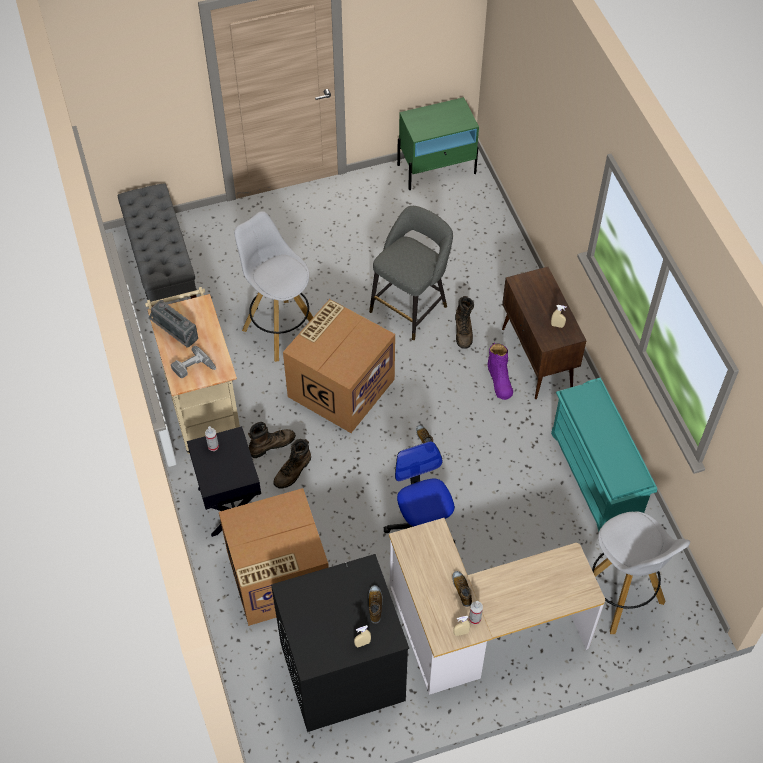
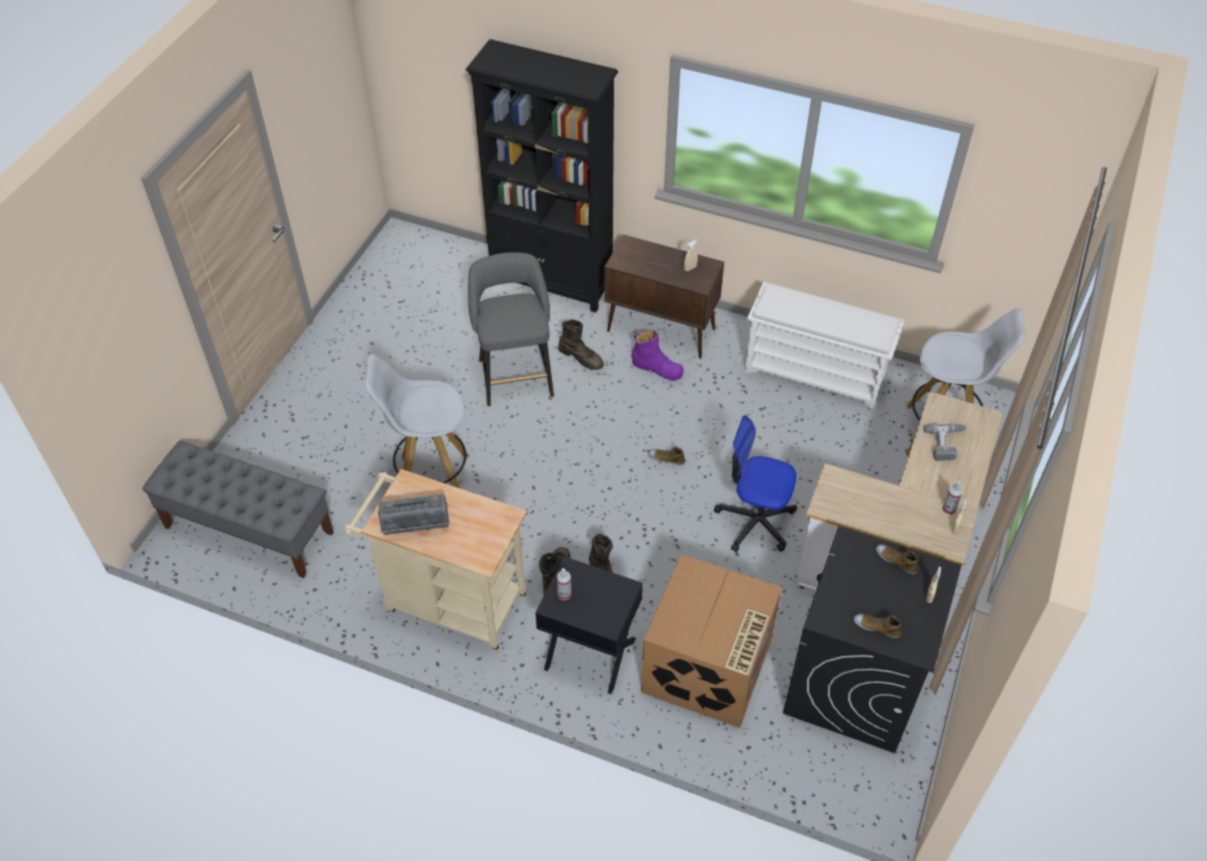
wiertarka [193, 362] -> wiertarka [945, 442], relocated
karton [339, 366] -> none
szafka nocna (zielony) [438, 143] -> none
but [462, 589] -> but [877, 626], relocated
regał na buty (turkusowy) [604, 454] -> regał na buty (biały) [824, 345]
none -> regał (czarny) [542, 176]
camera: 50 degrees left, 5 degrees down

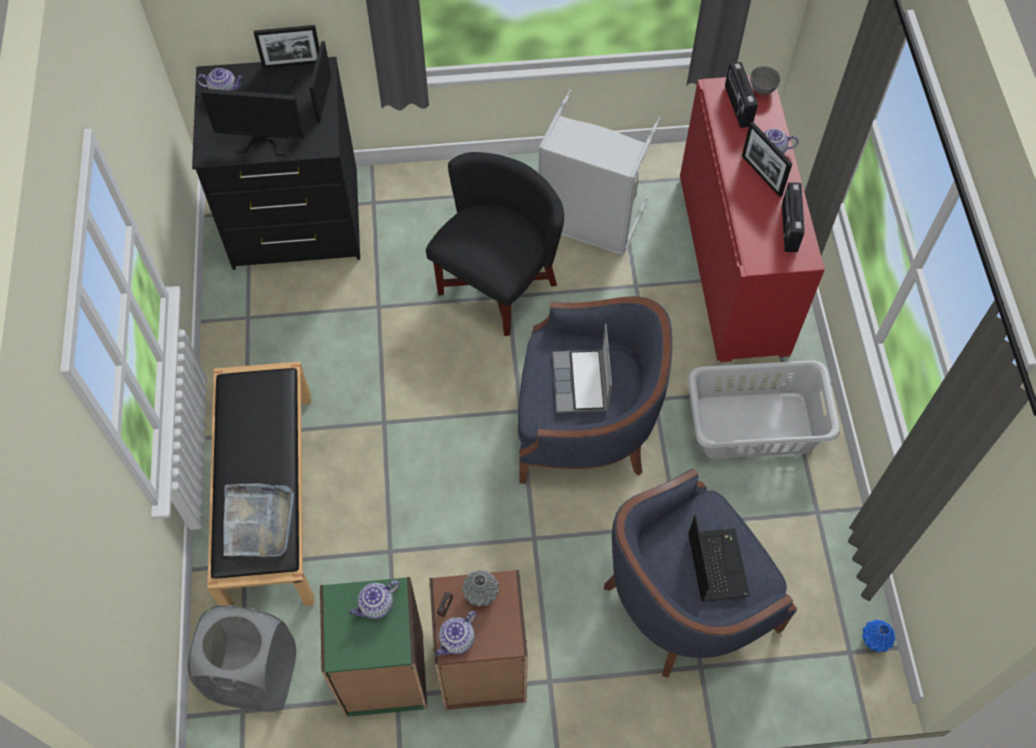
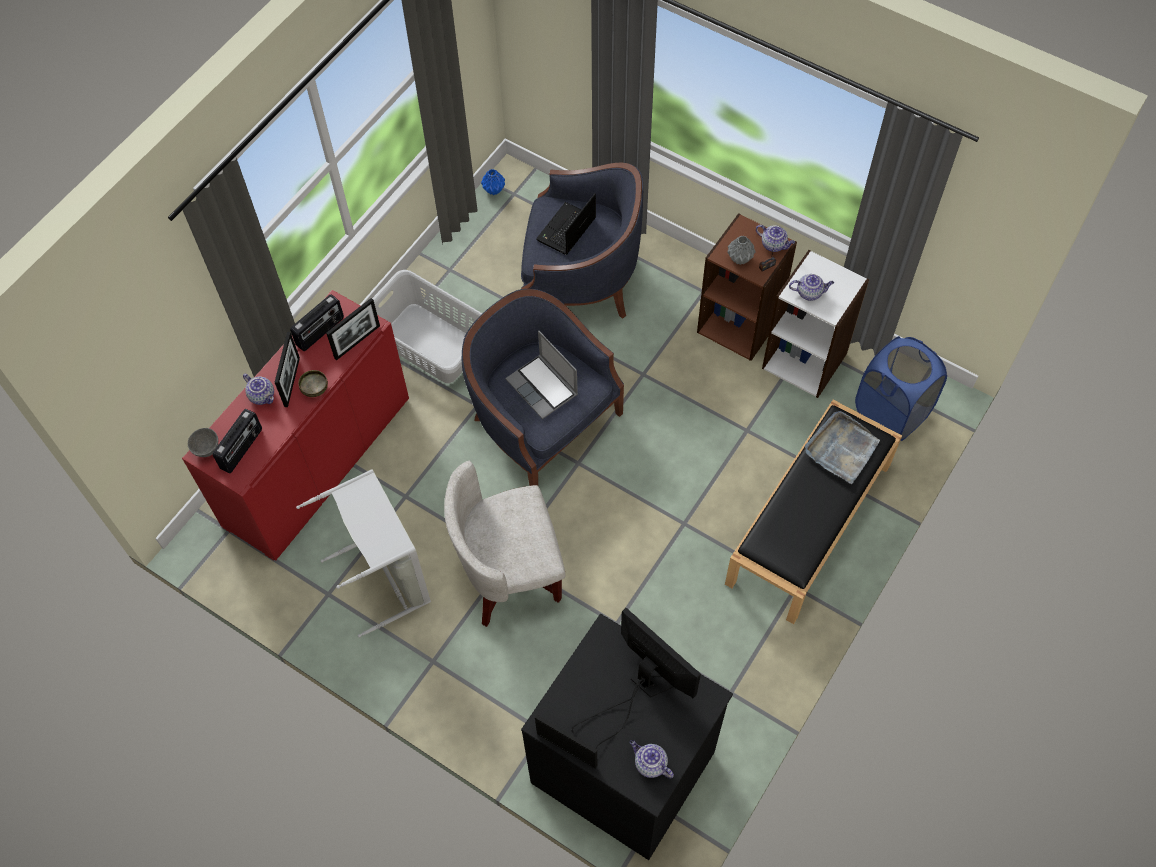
kosz na pranie (szary) [242, 658] -> kosz na pranie (niebieski) [901, 388]
ramka na zdjęcie [320, 81] -> ramka na zdjęcie [353, 329], relocated
regał (zielony) [373, 647] -> regał (biały) [815, 324]
fotel (czarny) [495, 244] -> fotel (biały) [505, 544]
imbryk [456, 633] -> imbryk [775, 238], 45 degrees clockwise
laptop [582, 368] -> laptop [542, 374], 105 degrees clockwise
none -> miska [313, 383]
camera: 140 degrees left, 0 degrees up

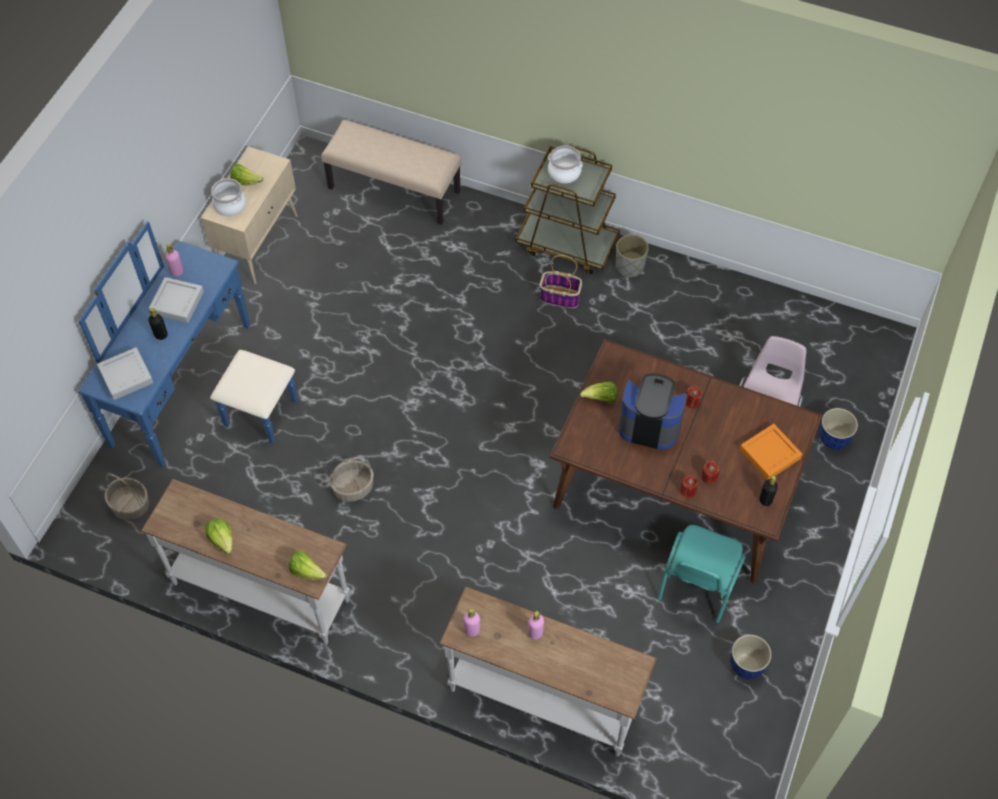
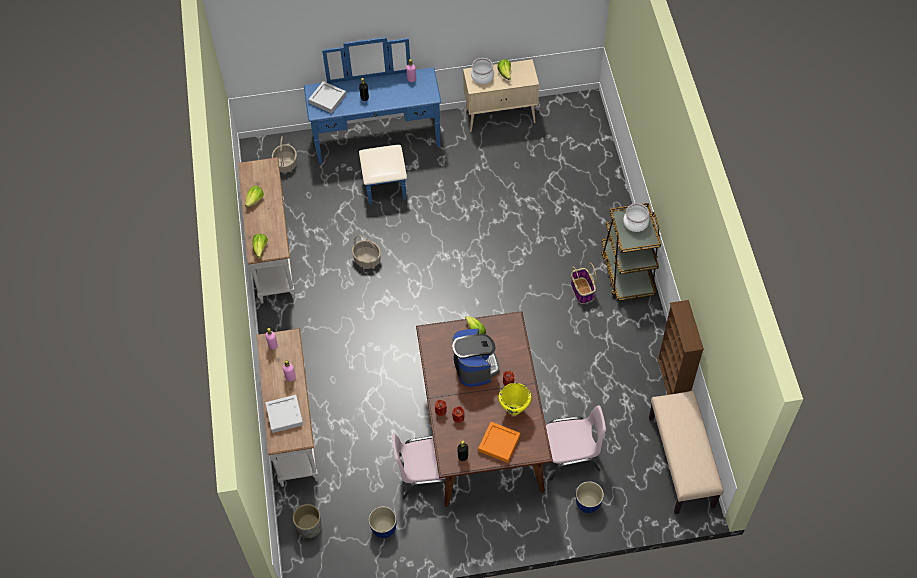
taca (szary) [176, 300] -> taca (szary) [284, 414], relocated
ławka (beżowy) [391, 172] -> ławka (beżowy) [686, 452], relocated
donica (szary) [632, 255] -> donica (szary) [307, 521], relocated
krzesło (turkusowy) [702, 574] -> krzesło (różowy) [423, 466]
none -> garnek (żółty) [515, 399]
none -> regał (brązowy) [680, 347]
camera: 60 degrees right, 0 degrees up

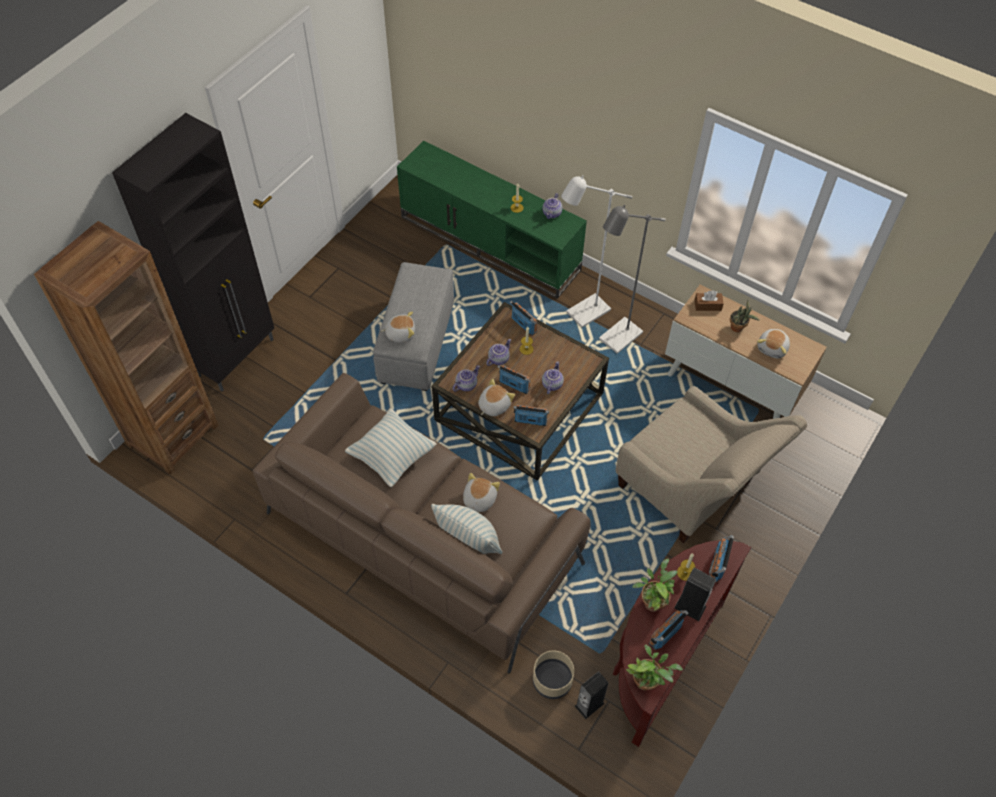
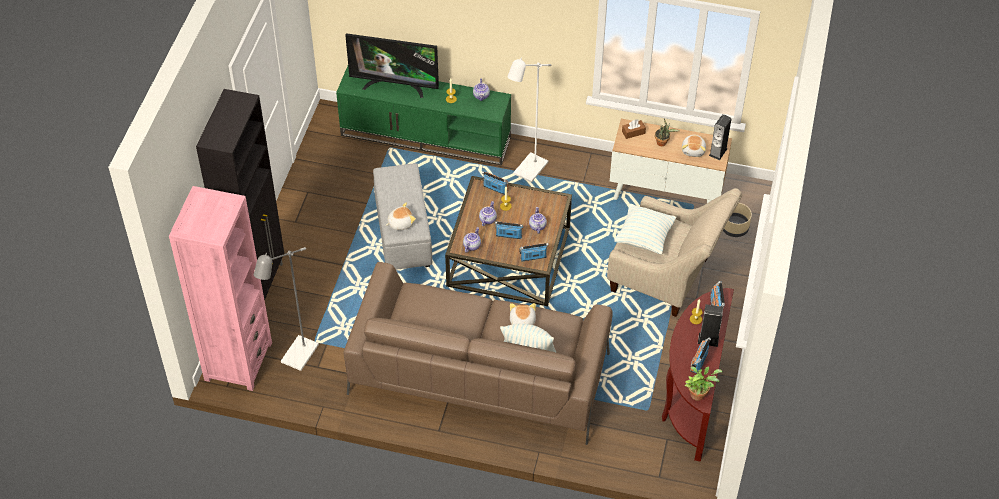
regał (brązowy) [126, 348] -> regał (różowy) [220, 288]
poduszka [391, 448] -> poduszka [645, 229], relocated
pluszak [496, 397] -> none
donica (beżowy) [553, 675] -> donica (beżowy) [737, 220], relocated
głośnik [592, 695] -> głośnik [720, 137], relocated
lampa stojąca (szary) [632, 279] -> lampa stojąca (szary) [286, 309], relocated
roślina doniczkowa [655, 585] -> none
none -> telewizor [392, 65]
camera: 20 degrees left, 5 degrees down

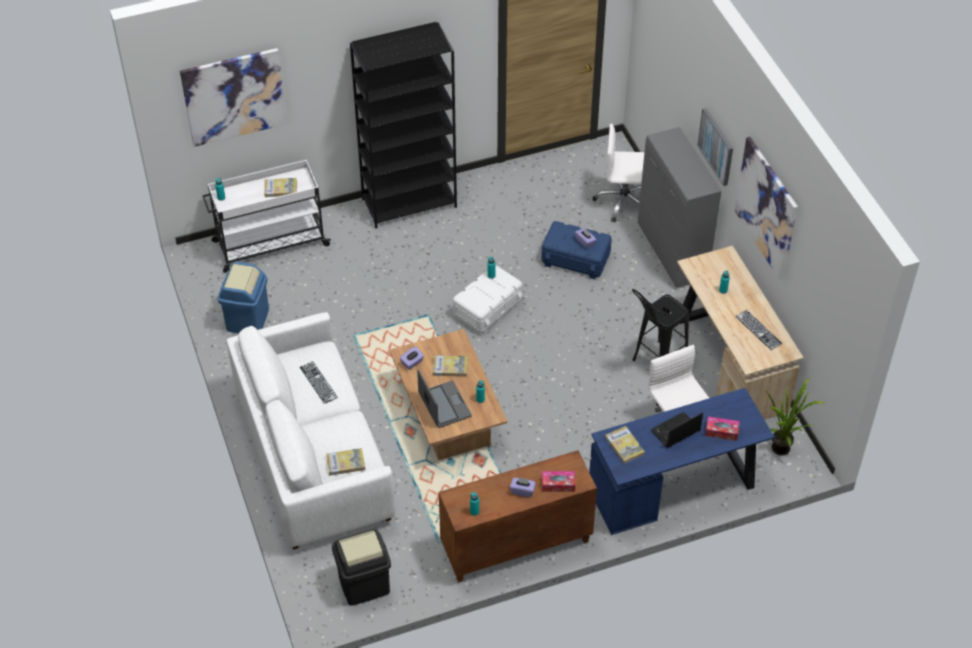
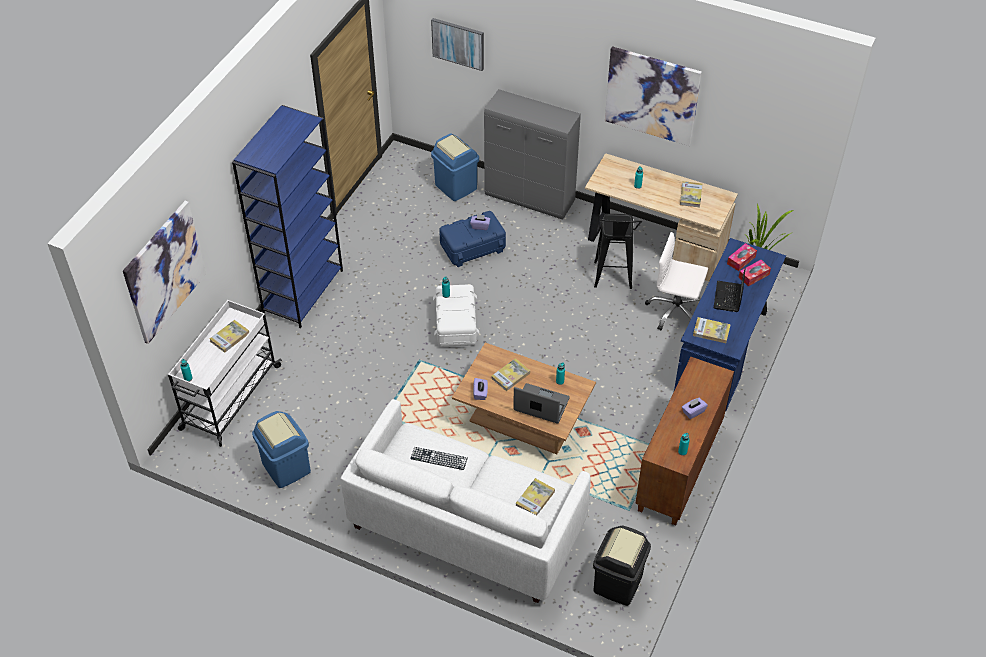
regał (czarny) [403, 125] -> regał (niebieski) [287, 216]
pudełko chusteczek [558, 481] -> pudełko chusteczek [742, 257], relocated
krzesło biurowe (biały) [619, 172] -> kosz na śmieci (niebieski) [455, 167]
obraz [715, 147] -> obraz [457, 44], relocated
klawiatura [758, 330] -> książka [691, 194]
camera: 45 degrees left, 0 degrees up

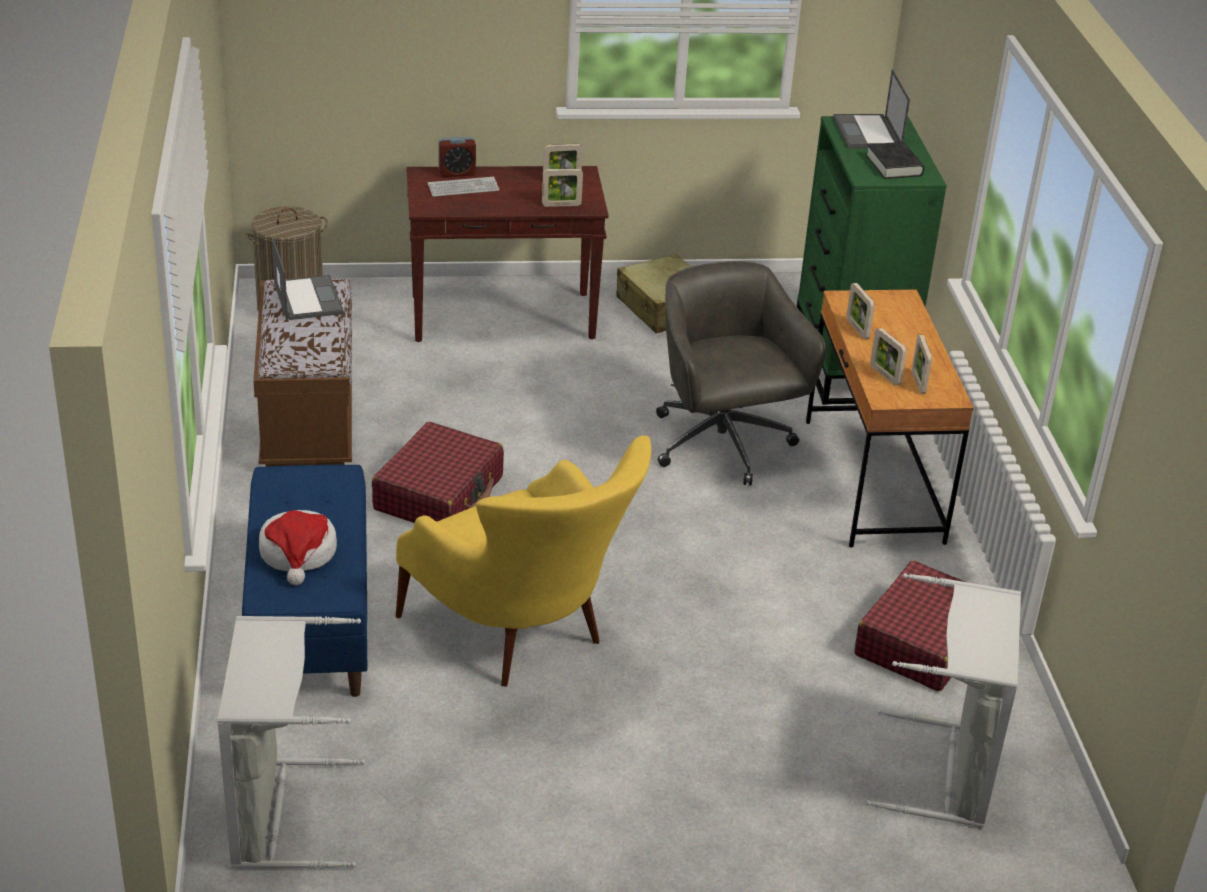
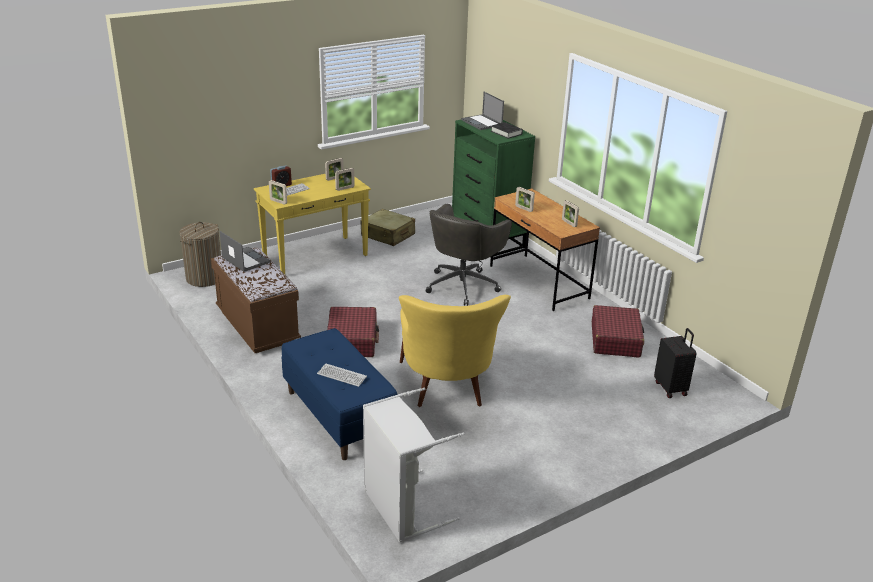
kapelusz [298, 547] -> klawiatura [342, 375]
fotel (żółty) [523, 561] -> fotel (żółty) [455, 351], 60 degrees clockwise
stolik konsolowy (brązowy) [508, 254] -> stolik konsolowy (żółty) [312, 224]
krzesło biurowe (szary) [741, 373] -> krzesło biurowe (szary) [469, 255], 105 degrees counterclockwise
kosz na pranie (szary) [943, 700] -> walizka (czarny) [675, 363]
ramka na zdjęcie [888, 357] -> ramka na zdjęcie [278, 192], relocated
camera: 25 degrees left, 5 degrees down

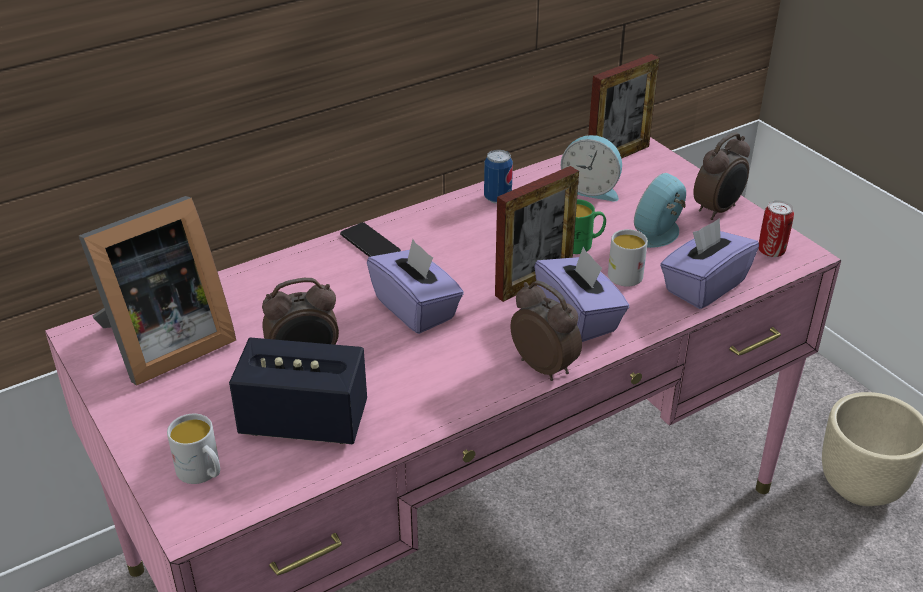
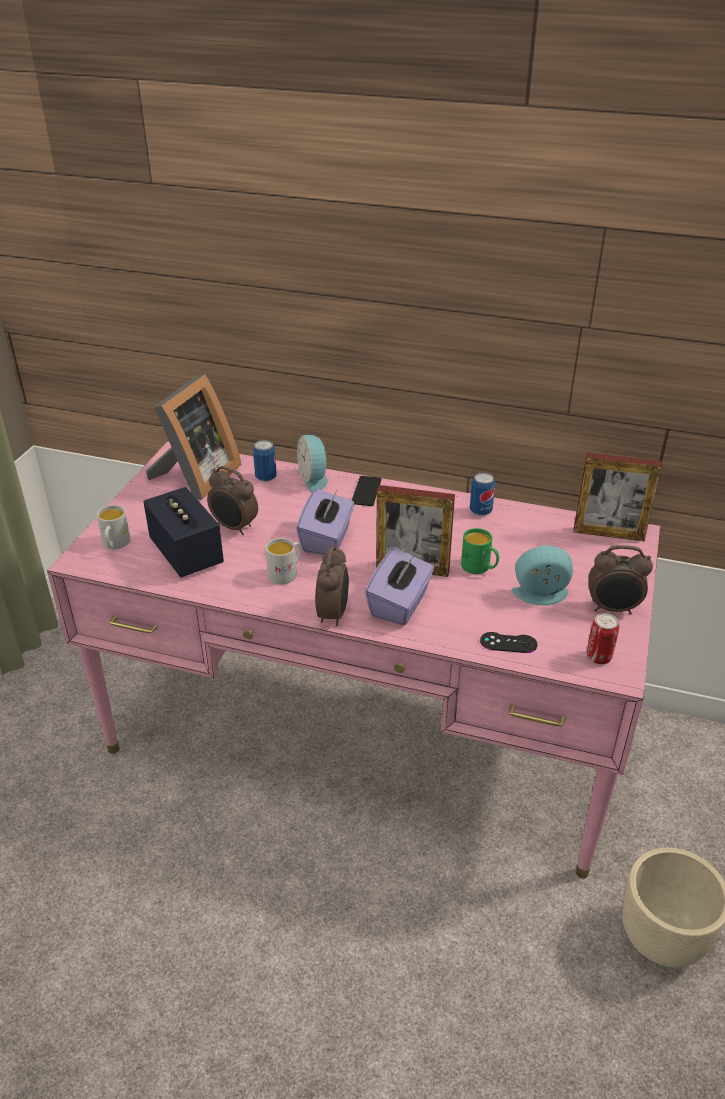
ramka na zdjęcie [157, 291] -> ramka na zdjęcie [193, 437], 75 degrees counterclockwise
budzik [591, 168] -> budzik [313, 464], relocated
kubek (biały) [628, 258] -> kubek (biały) [283, 561], relocated
pudełko chusteczek (fioletowy) [709, 263] -> pad do gier (czarny) [509, 642]
none -> puszka [265, 461]
camera: 50 degrees right, 0 degrees up

